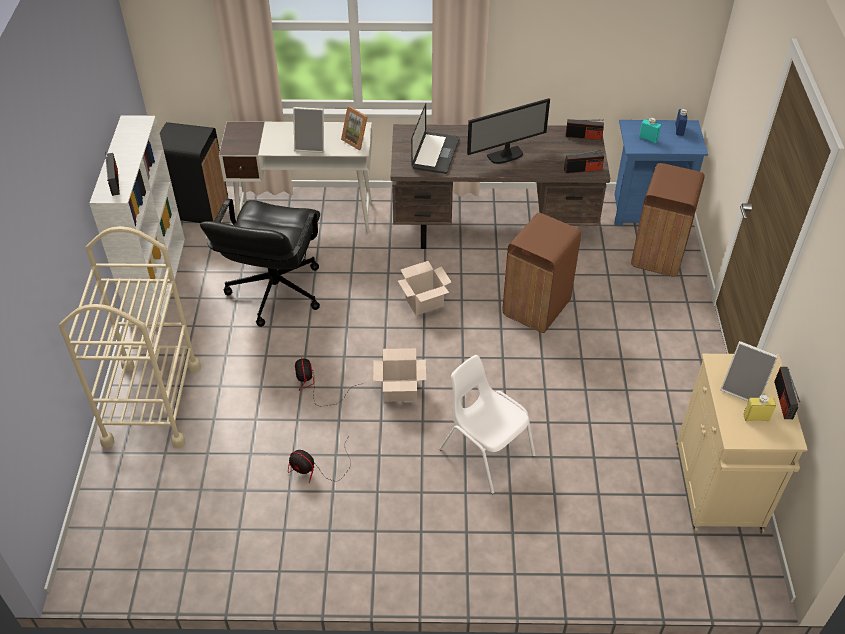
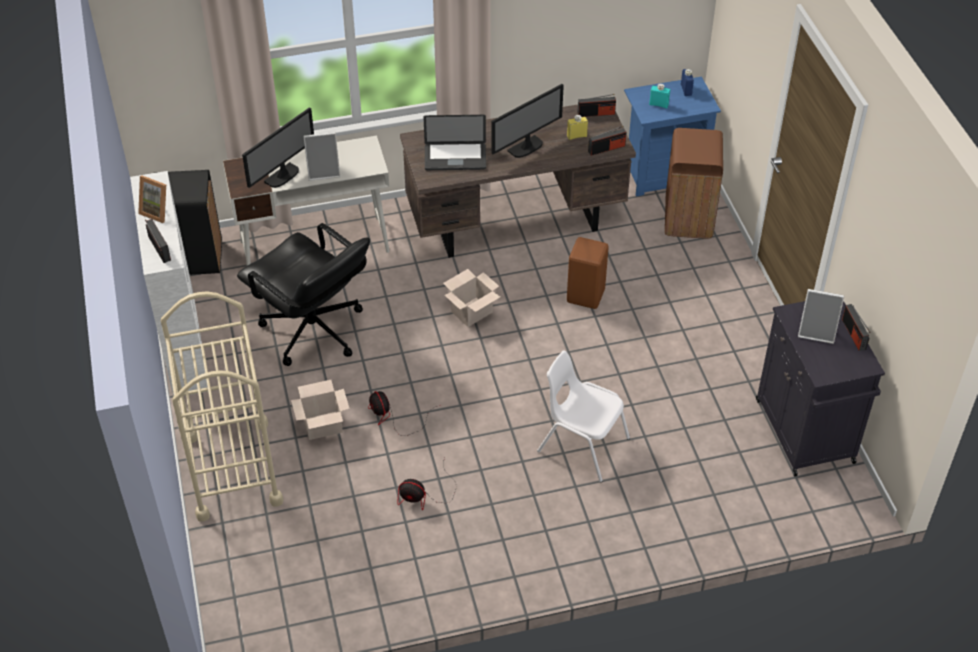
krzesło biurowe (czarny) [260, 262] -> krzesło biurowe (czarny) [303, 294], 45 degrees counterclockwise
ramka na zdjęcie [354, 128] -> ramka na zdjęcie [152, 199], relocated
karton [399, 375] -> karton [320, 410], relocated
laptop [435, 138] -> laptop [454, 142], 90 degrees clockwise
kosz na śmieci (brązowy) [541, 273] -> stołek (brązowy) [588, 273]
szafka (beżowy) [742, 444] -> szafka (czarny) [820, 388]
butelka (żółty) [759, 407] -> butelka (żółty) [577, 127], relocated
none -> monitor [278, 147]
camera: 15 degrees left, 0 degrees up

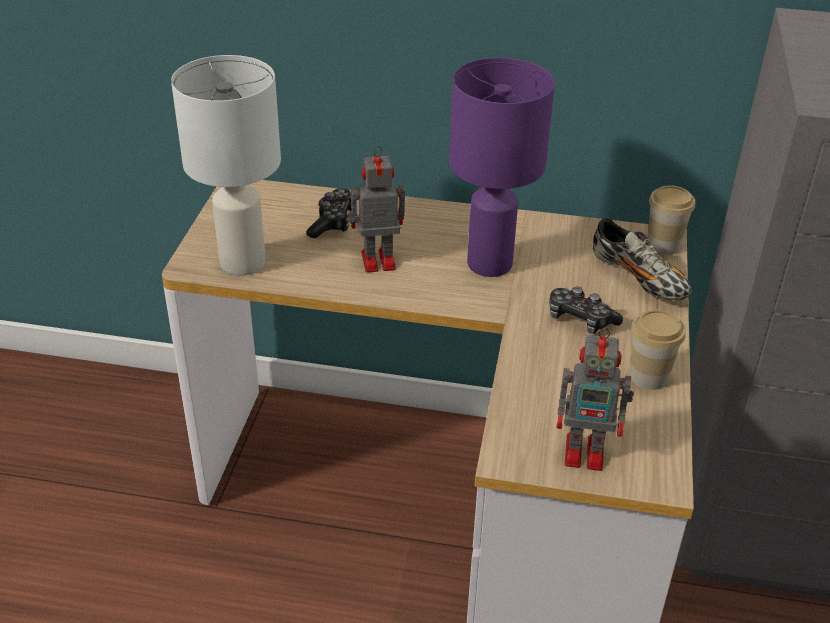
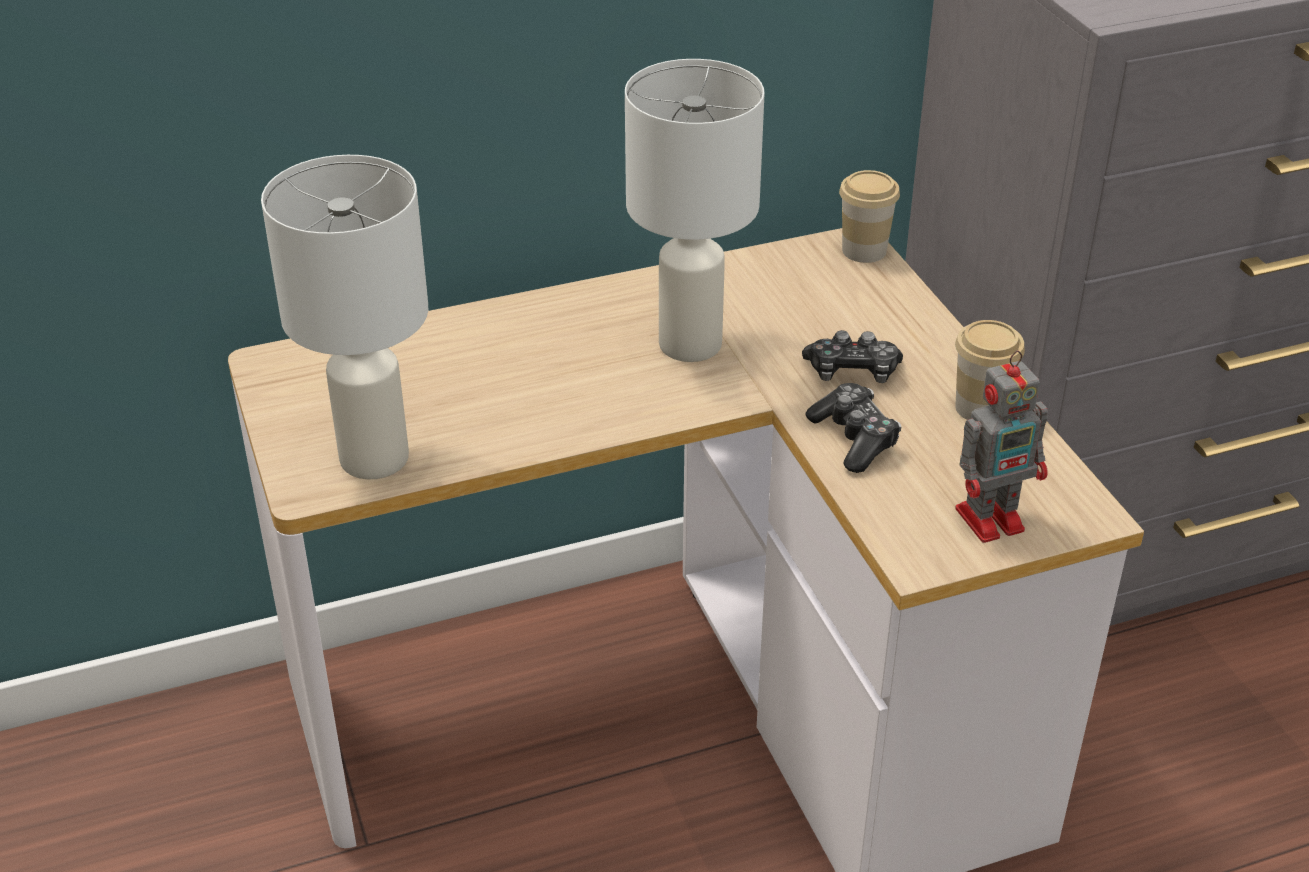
pad do gier [329, 213] -> pad do gier [853, 428], relocated
robot zabawkowy [376, 209] -> none
lampa stołowa (fioletowy) [502, 167] -> lampa stołowa (biały) [694, 210]
but [642, 259] -> none
camera: 30 degrees left, 0 degrees up

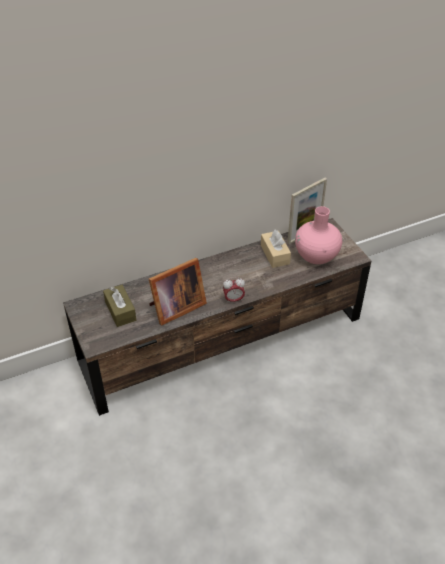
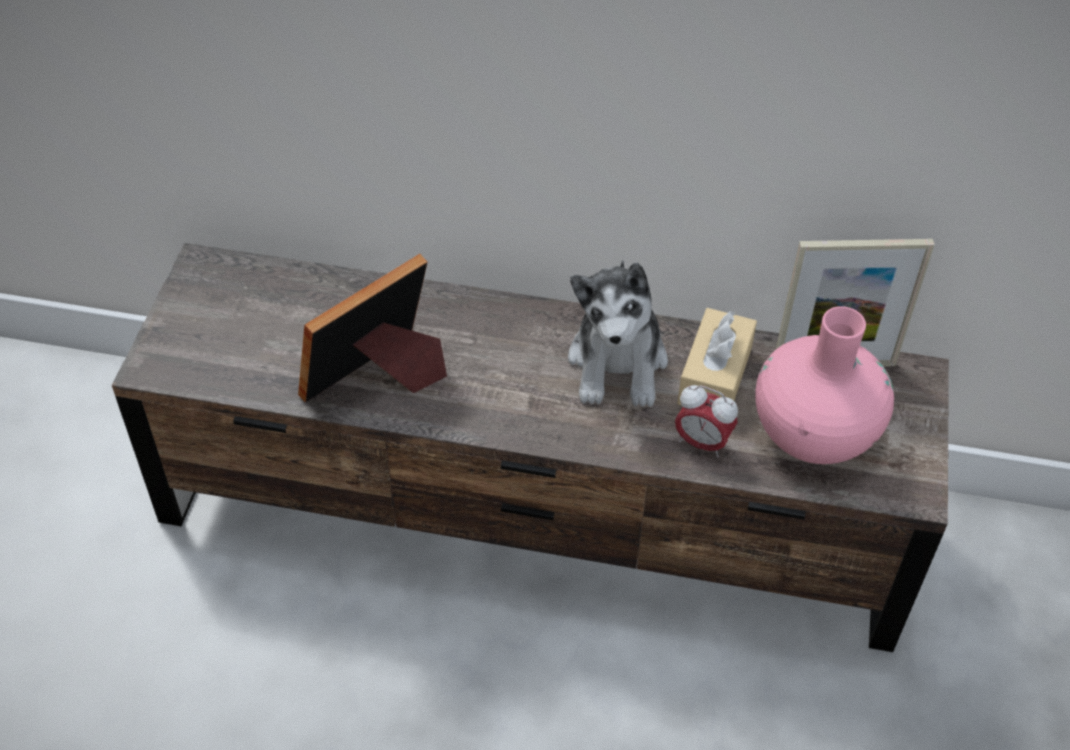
pudełko chusteczek (brązowy) [119, 306] -> none
ramka na zdjęcie [178, 292] -> ramka na zdjęcie [372, 328], 135 degrees clockwise
budzik [234, 290] -> budzik [706, 421], relocated
none -> pluszak [618, 333]
camera: 35 degrees right, 5 degrees up

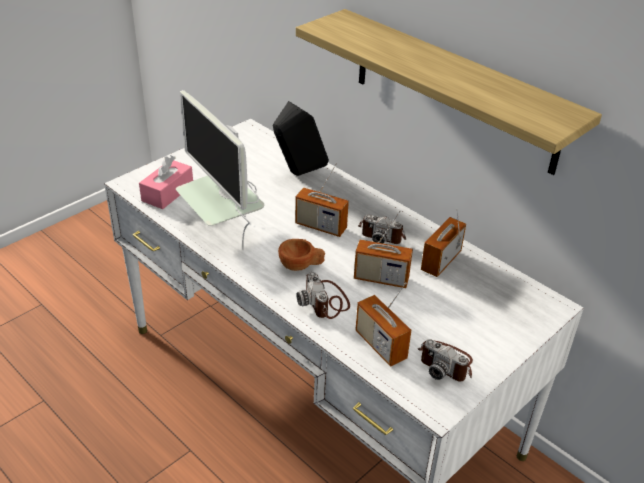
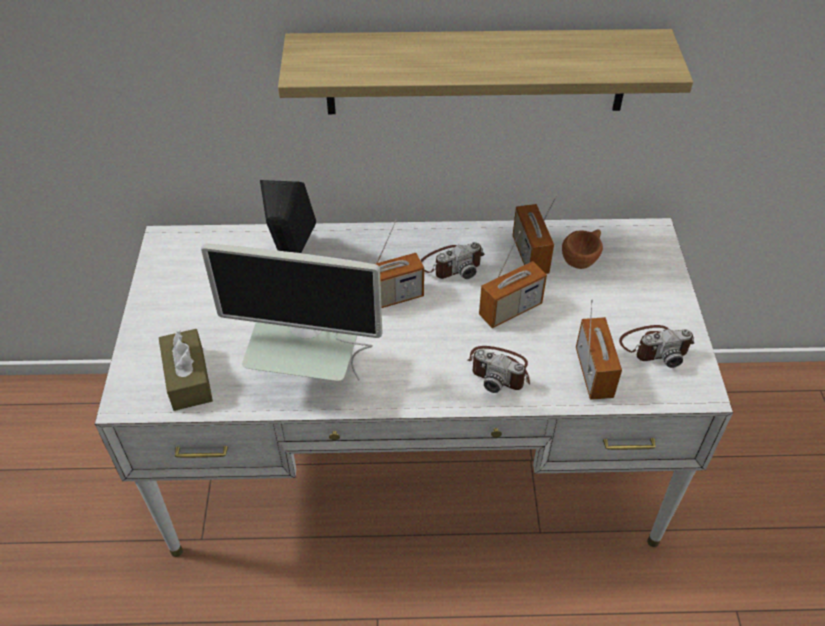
pudełko chusteczek (różowy) [166, 182] -> pudełko chusteczek (brązowy) [186, 370]
filiżanka (brązowy) [301, 255] -> filiżanka (brązowy) [582, 249], relocated
radio [383, 324] -> radio [599, 350], 105 degrees counterclockwise
camera: 45 degrees left, 10 degrees up

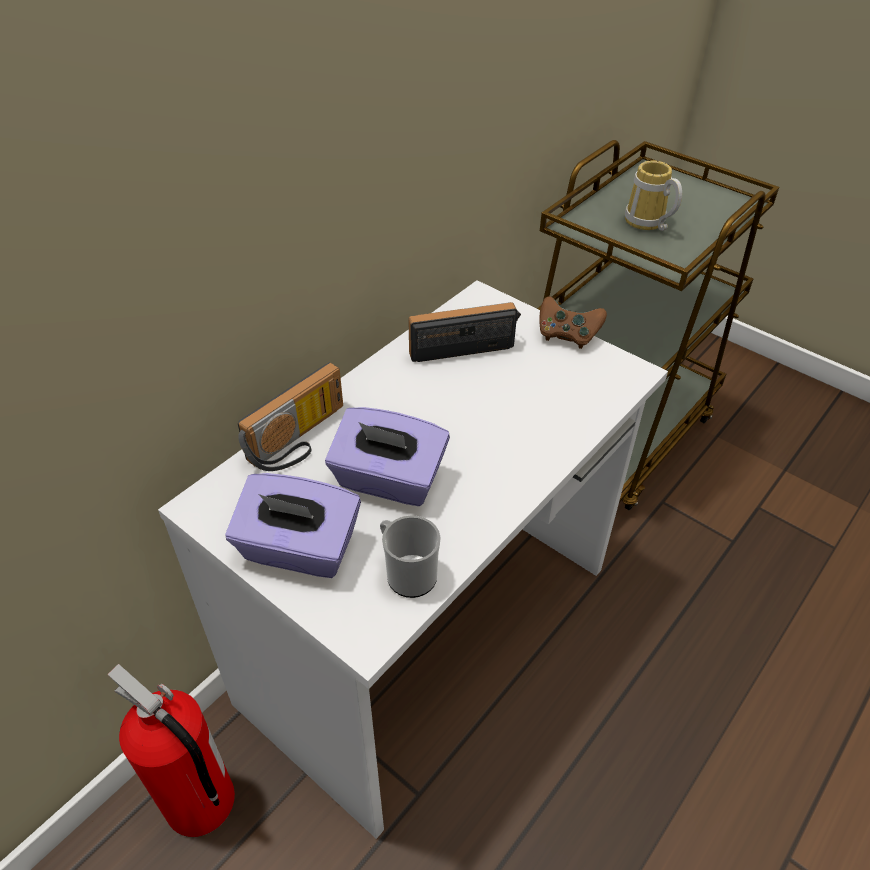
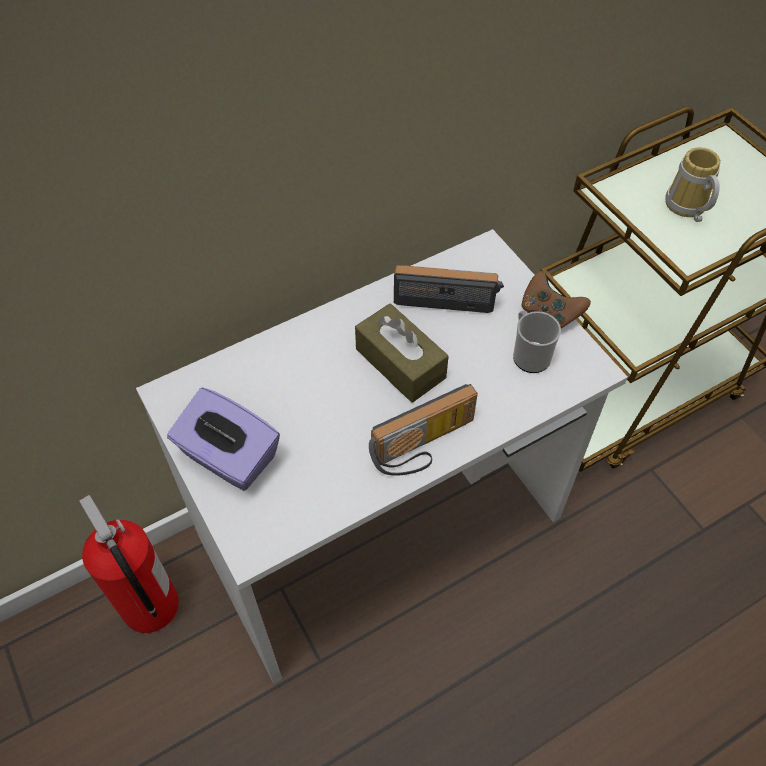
radio [290, 416] -> radio [423, 430], relocated
pudełko chusteczek (fioletowy) [387, 456] -> none
kubek [410, 556] -> kubek [537, 341], relocated
none -> pudełko chusteczek (brązowy) [402, 353]
camera: 20 degrees right, 10 degrees up

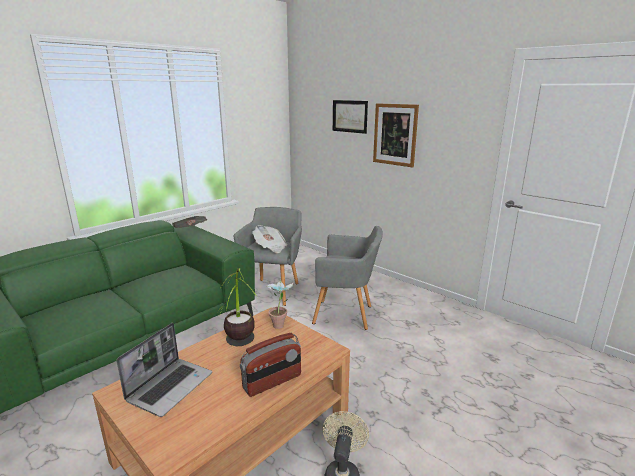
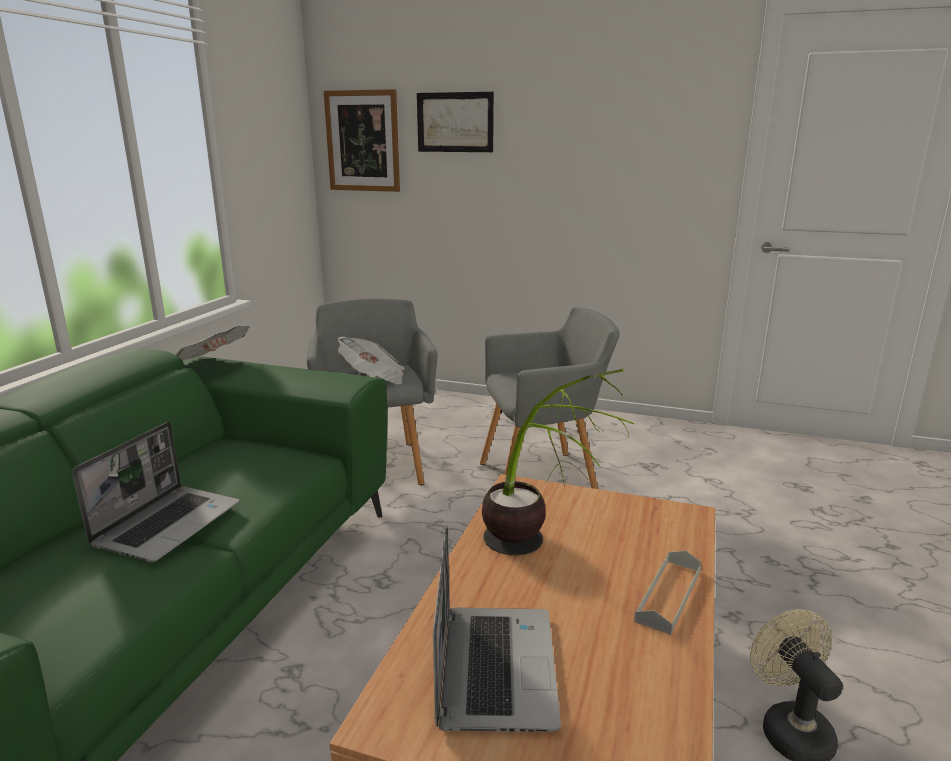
radio [270, 365] -> taca (szary) [668, 592]
roślina doniczkowa [279, 304] -> none
obraz [396, 135] -> obraz [362, 140], relocated
none -> laptop [155, 492]
camera: 25 degrees left, 0 degrees up

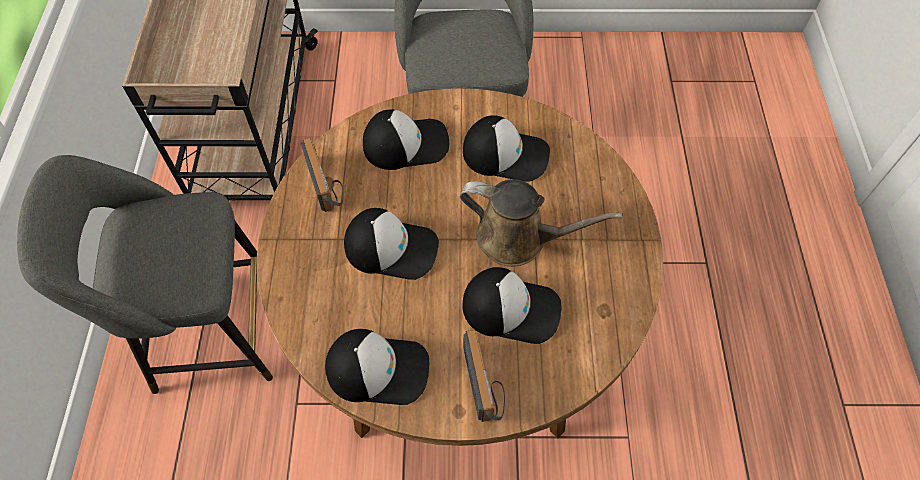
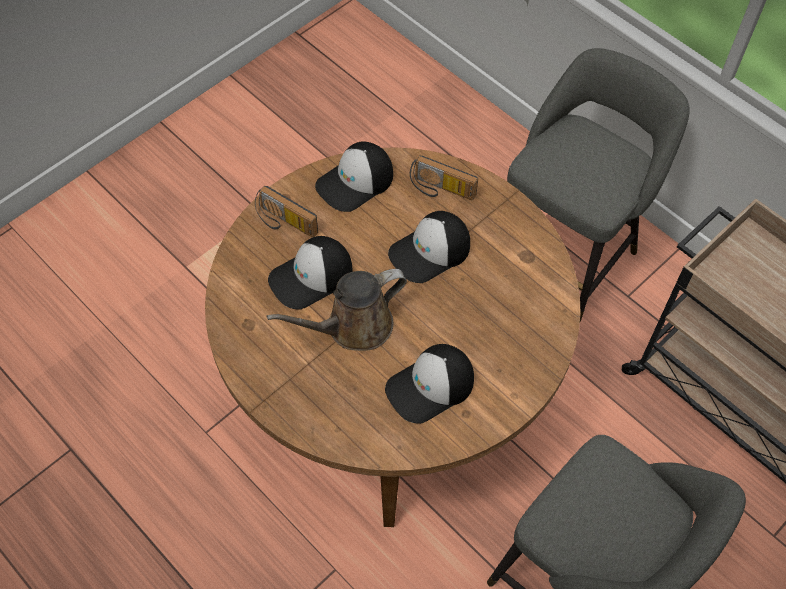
radio [322, 175] -> radio [444, 177], relocated
czapka z daszkiem [406, 139] -> none
camera: 135 degrees right, 0 degrees up

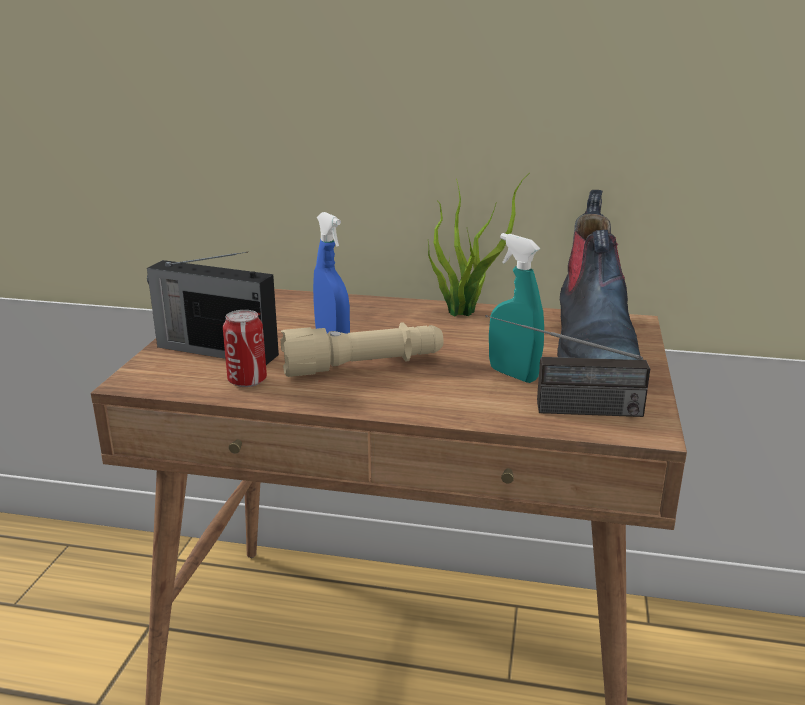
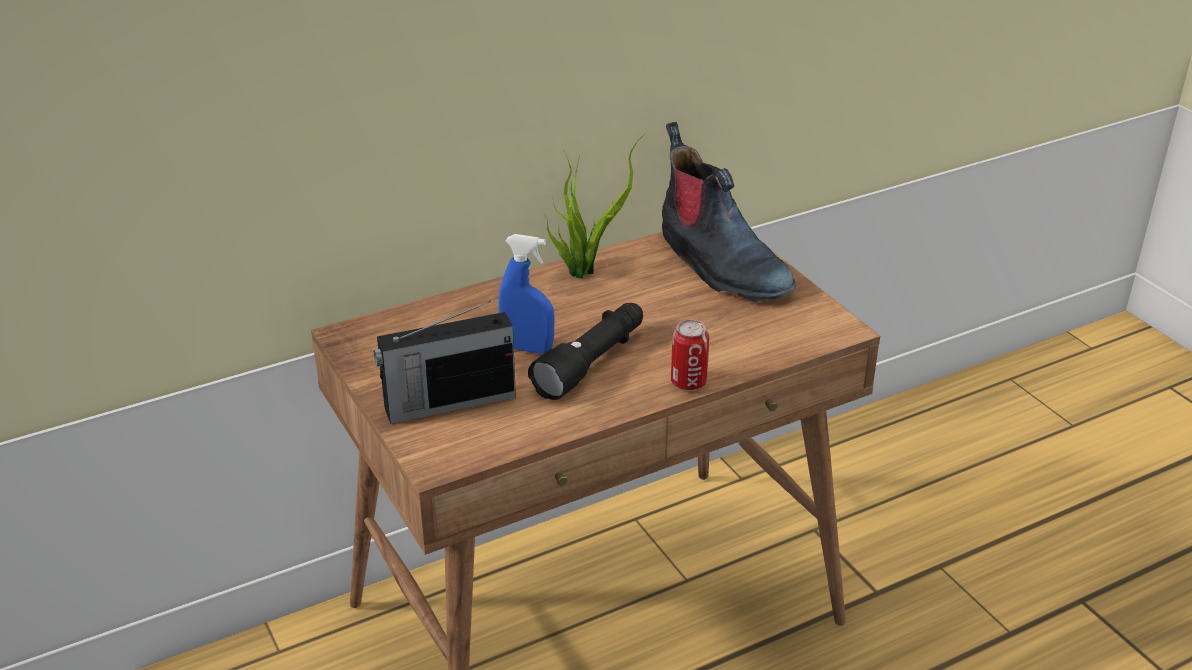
puszka [245, 348] -> puszka [690, 355], relocated
latarka (beżowy) [362, 349] -> latarka (czarny) [585, 351]
radio [567, 366] -> none
spryskiwacz (turkusowy) [516, 308] -> none
camera: 40 degrees left, 10 degrees up

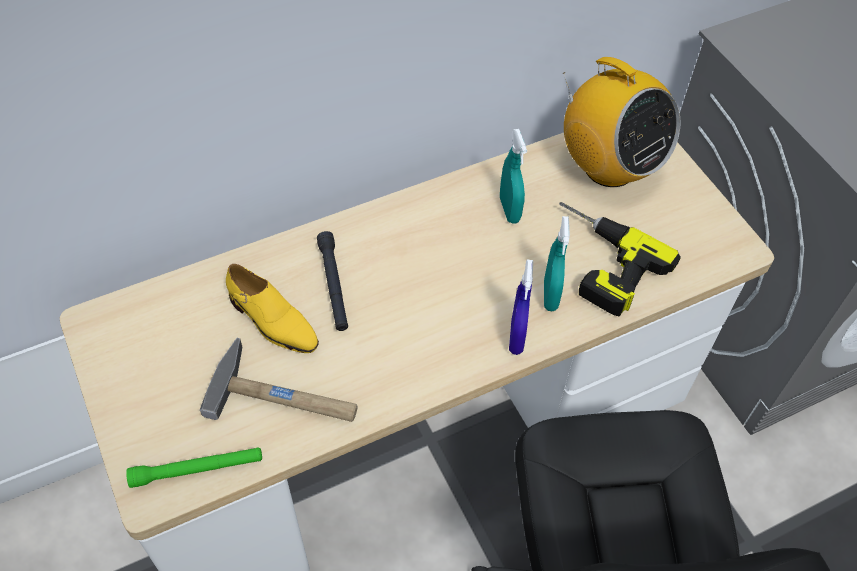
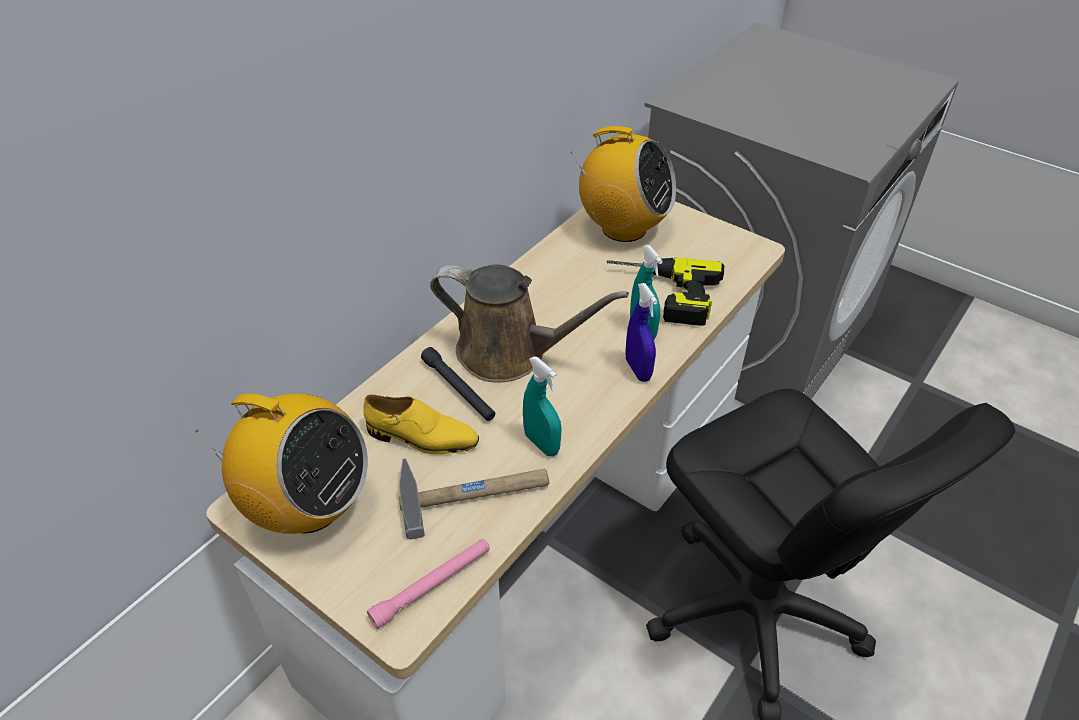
latarka (zielony) [194, 467] -> latarka (różowy) [428, 584]
spryskiwacz (turkusowy) [513, 176] -> spryskiwacz (turkusowy) [542, 406], relocated
none -> radio [281, 464]
none -> konewka (brązowy) [529, 324]
camera: 25 degrees left, 10 degrees down

